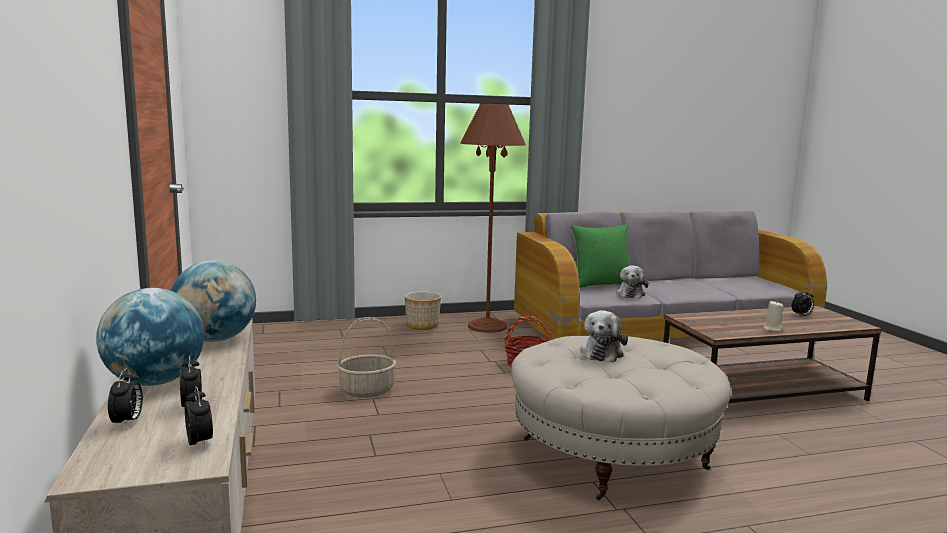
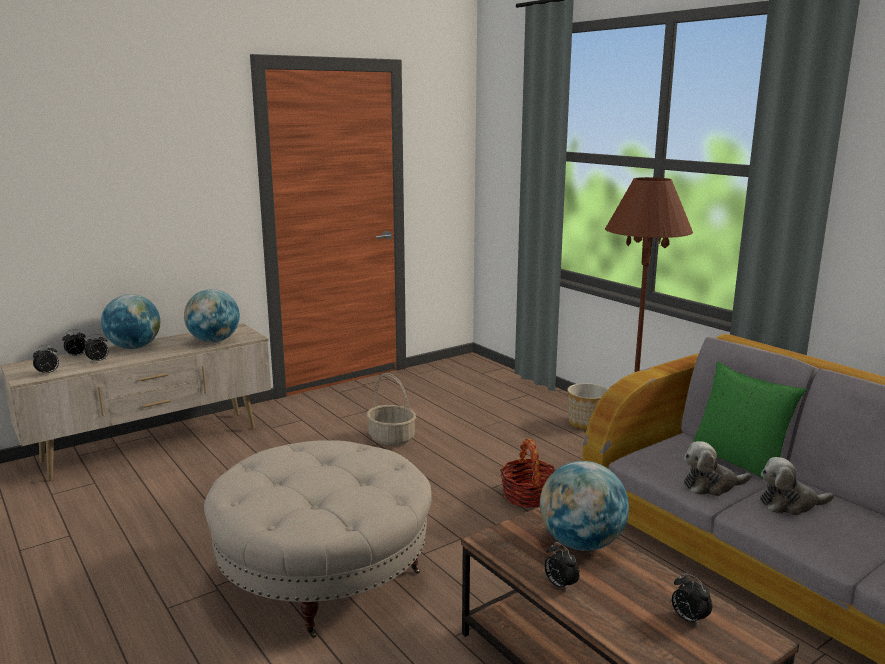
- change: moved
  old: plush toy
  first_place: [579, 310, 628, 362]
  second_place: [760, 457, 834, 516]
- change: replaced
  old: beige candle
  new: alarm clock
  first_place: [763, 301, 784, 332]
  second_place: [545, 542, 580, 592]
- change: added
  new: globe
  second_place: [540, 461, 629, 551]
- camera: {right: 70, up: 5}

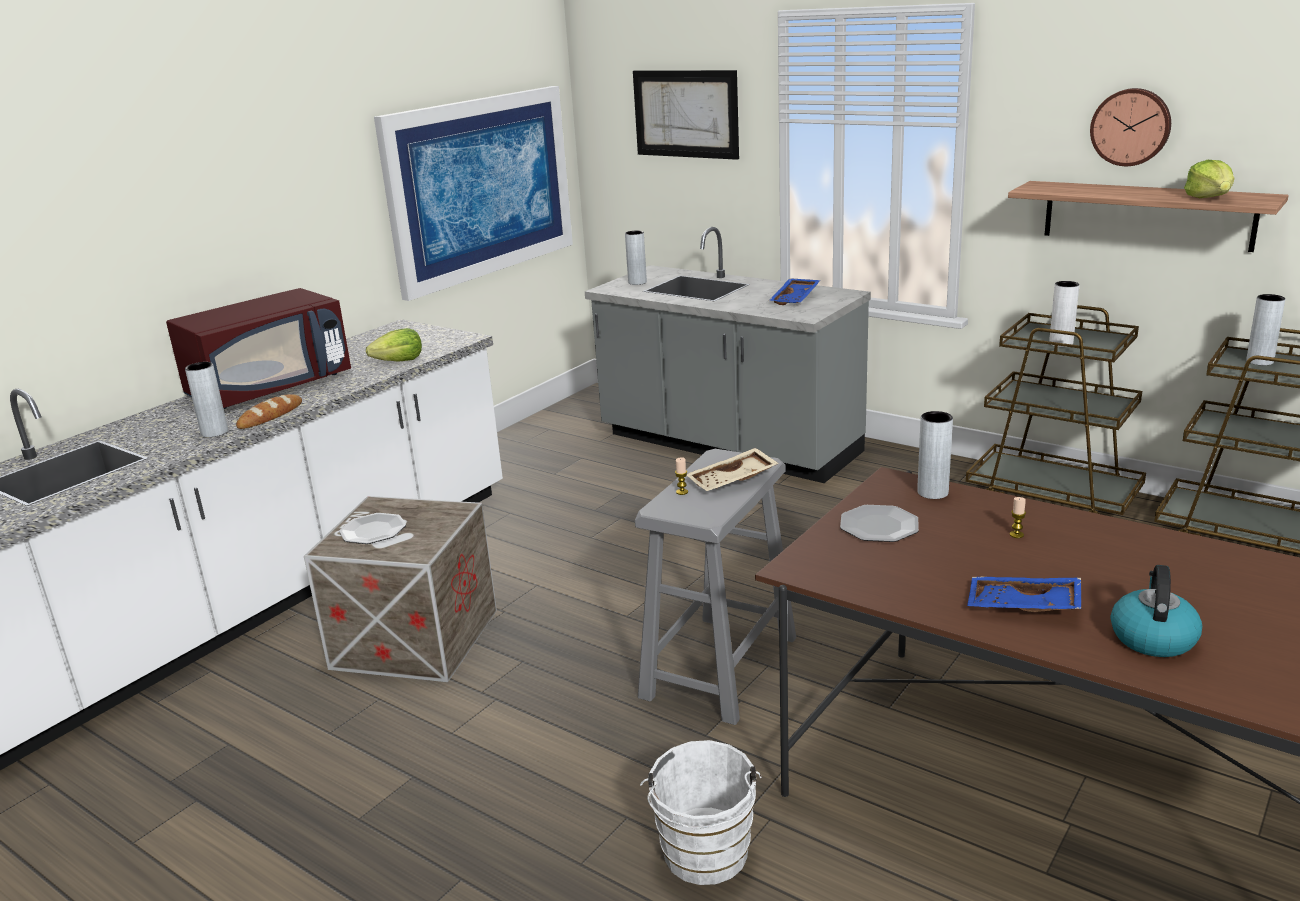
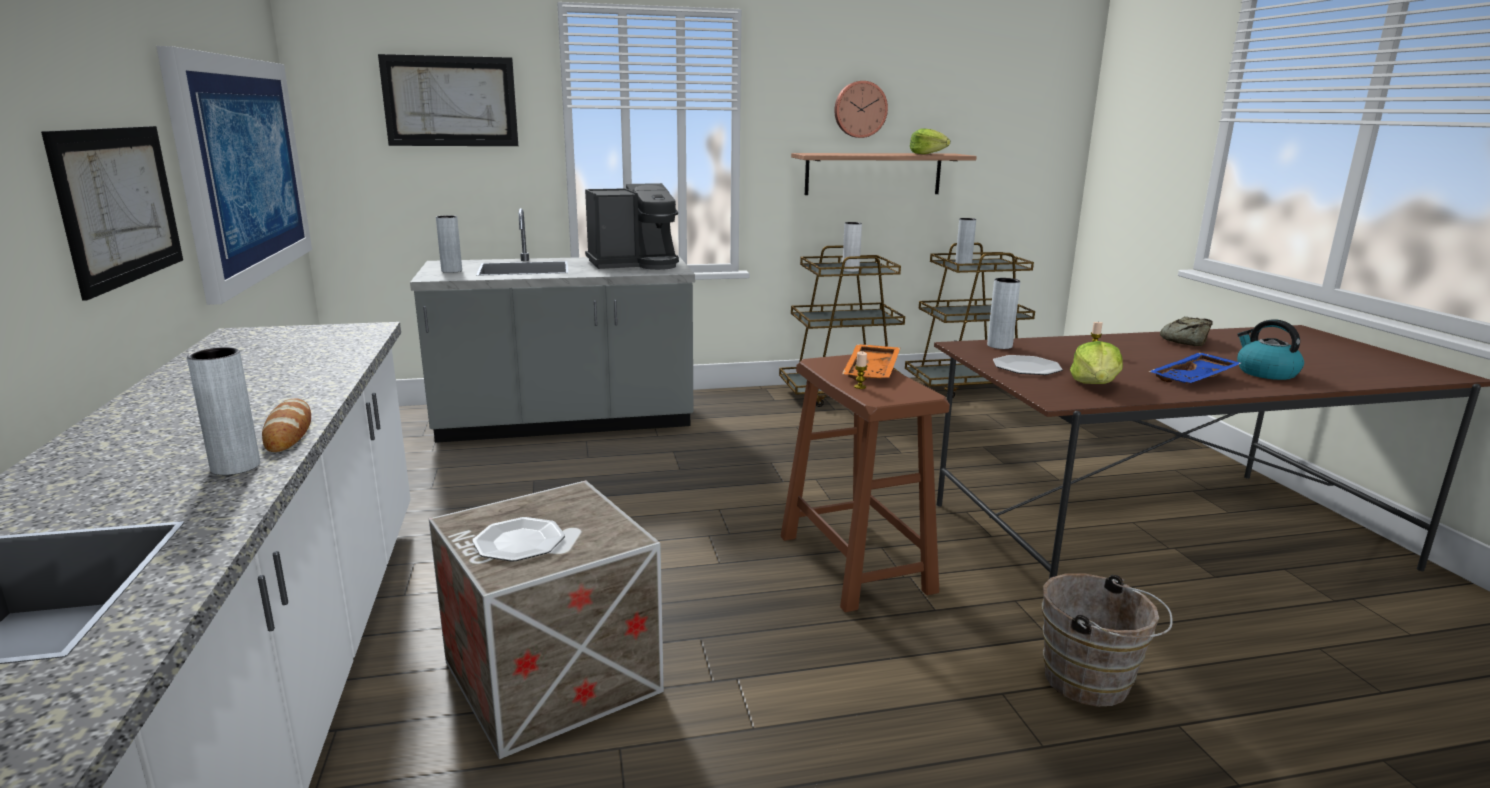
- change: removed
  old: red microwave
  first_place: [166, 288, 351, 409]
- change: moved
  old: lettuce
  first_place: [366, 328, 422, 362]
  second_place: [1070, 341, 1123, 384]
- change: recoloured
  old: grey stool
  new: brown stool
  first_place: [635, 449, 796, 725]
  second_place: [780, 354, 950, 613]
- change: recoloured
  old: white bucket
  new: brown bucket
  first_place: [640, 740, 762, 885]
  second_place: [1042, 573, 1173, 706]
- change: recoloured
  old: beige tray
  new: orange tray
  first_place: [687, 448, 779, 491]
  second_place: [842, 344, 900, 380]
- change: replaced
  old: blue tray
  new: coffee machine
  first_place: [769, 278, 820, 305]
  second_place: [585, 183, 679, 270]
- change: added
  new: picture
  second_place: [41, 126, 183, 301]
- change: added
  new: bread
  second_place: [1160, 316, 1213, 346]
- camera: {right: -50, up: -5}

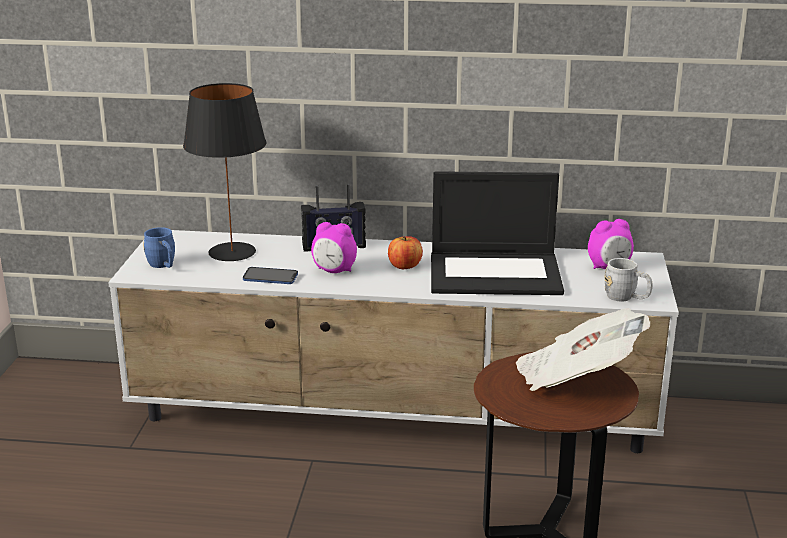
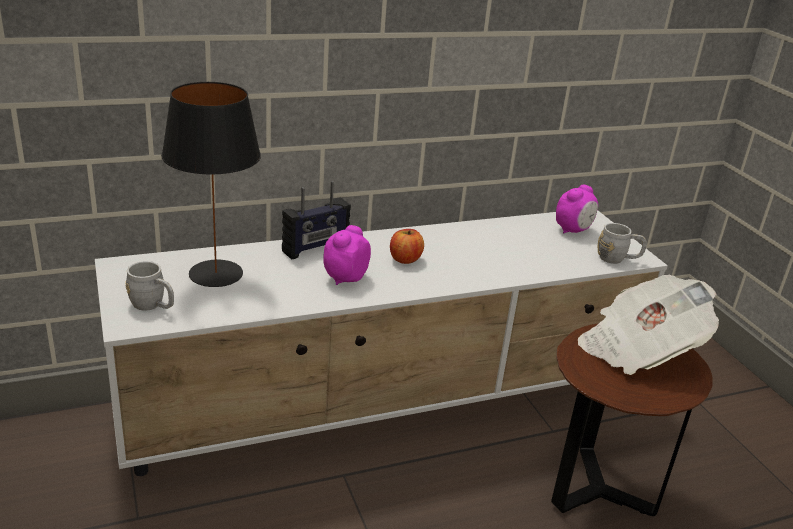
- change: recoloured
  old: blue mug
  new: grey mug
  first_place: [143, 227, 175, 268]
  second_place: [125, 261, 174, 311]
- change: removed
  old: phone
  first_place: [243, 267, 298, 284]
- change: turned
  old: alarm clock
  first_place: [311, 222, 357, 273]
  second_place: [323, 225, 371, 285]
  degrees: 135
- change: removed
  old: laptop
  first_place: [431, 171, 564, 295]
- camera: {right: -30, up: 5}

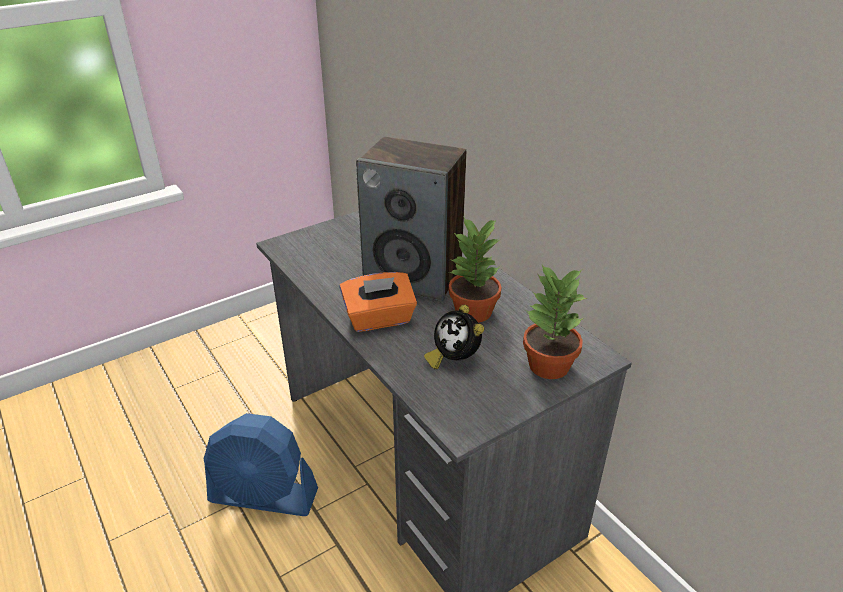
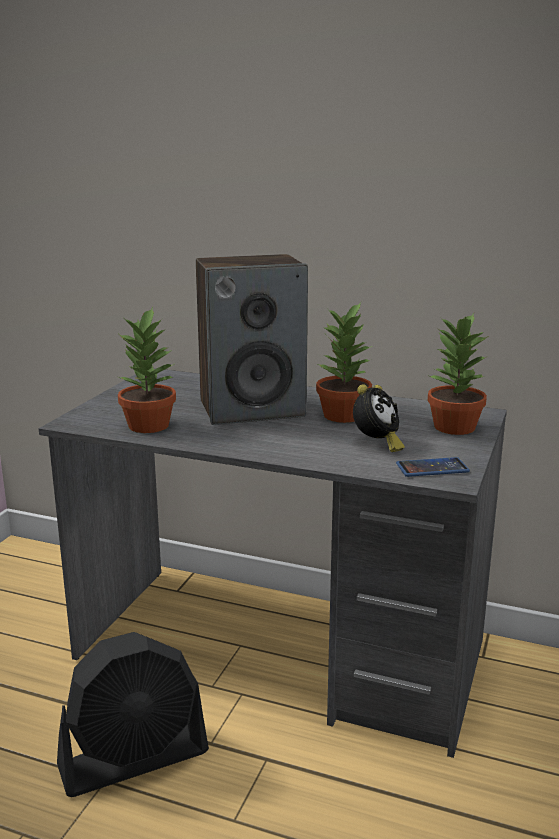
- change: recoloured
  old: blue fan
  new: black fan
  first_place: [204, 413, 318, 516]
  second_place: [57, 632, 209, 797]
- change: removed
  old: orange tissue box
  first_place: [340, 272, 417, 332]
- change: turned
  old: alarm clock
  first_place: [424, 305, 484, 369]
  second_place: [353, 384, 405, 452]
  degrees: -75
- change: added
  new: potted plant
  second_place: [118, 307, 176, 433]
- change: added
  new: phone
  second_place: [396, 457, 470, 477]
- camera: {right: -35, up: -15}

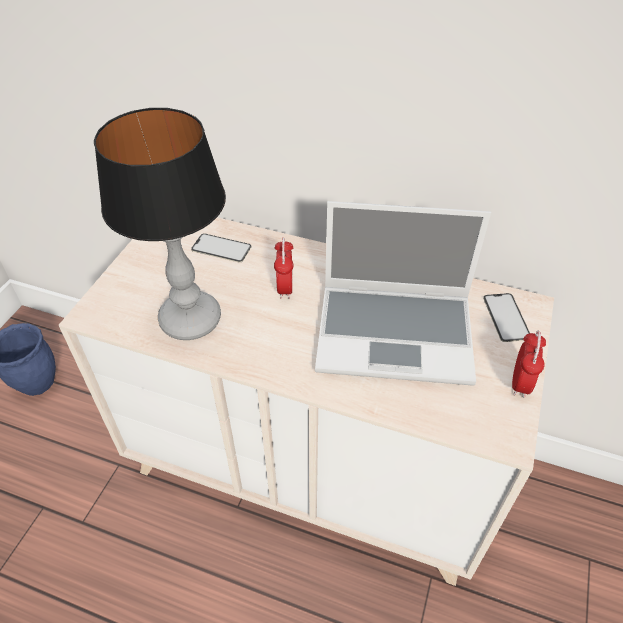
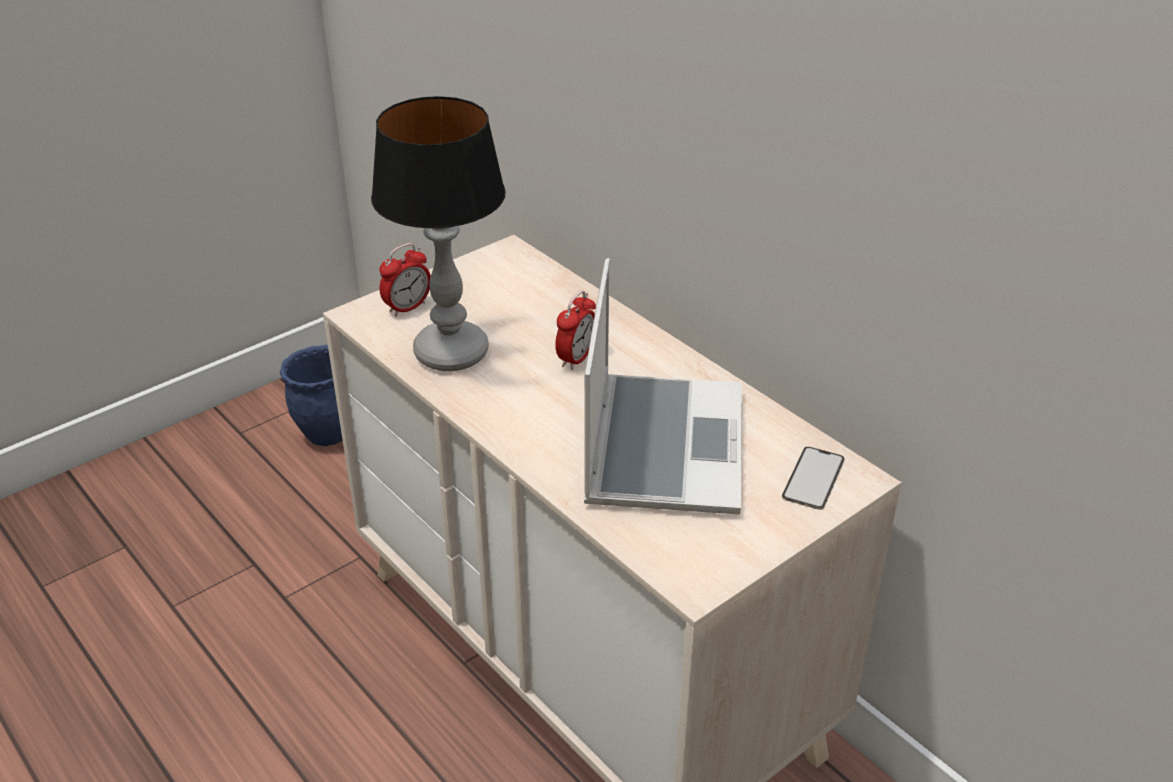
- change: removed
  old: phone
  first_place: [191, 233, 252, 263]
- change: turned
  old: laptop
  first_place: [315, 201, 491, 386]
  second_place: [584, 258, 742, 515]
  degrees: -120
- change: moved
  old: alarm clock
  first_place: [512, 330, 546, 398]
  second_place: [379, 243, 431, 317]
- camera: {right: 30, up: -10}

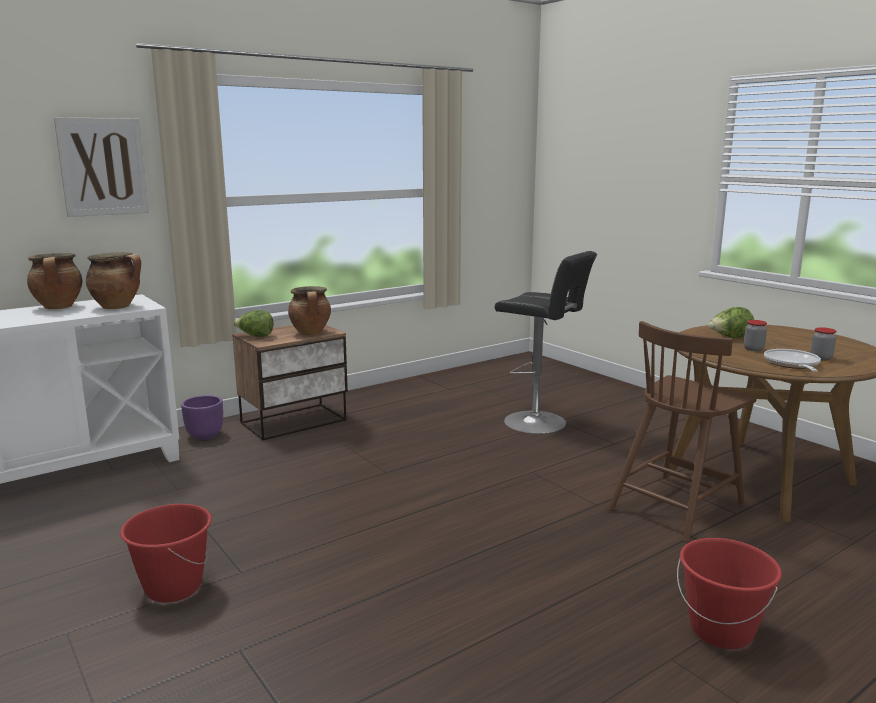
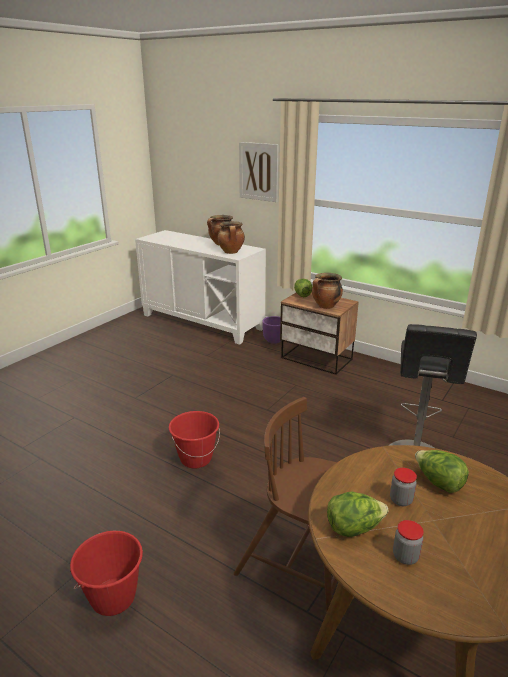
- change: moved
  old: red bucket
  first_place: [120, 504, 212, 603]
  second_place: [169, 411, 220, 468]
- change: replaced
  old: frying pan
  new: lettuce
  first_place: [764, 349, 821, 372]
  second_place: [327, 492, 388, 537]
- camera: {right: 70, up: 10}

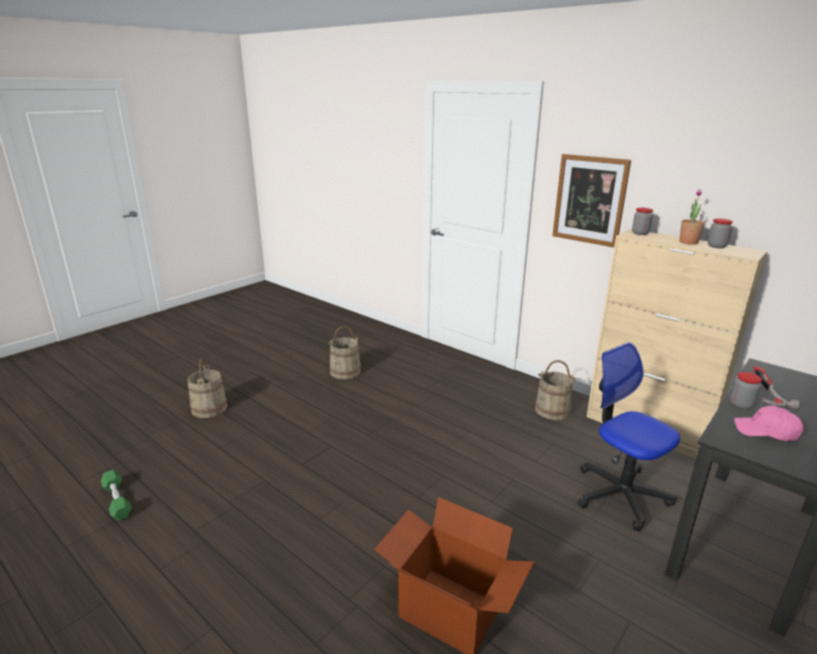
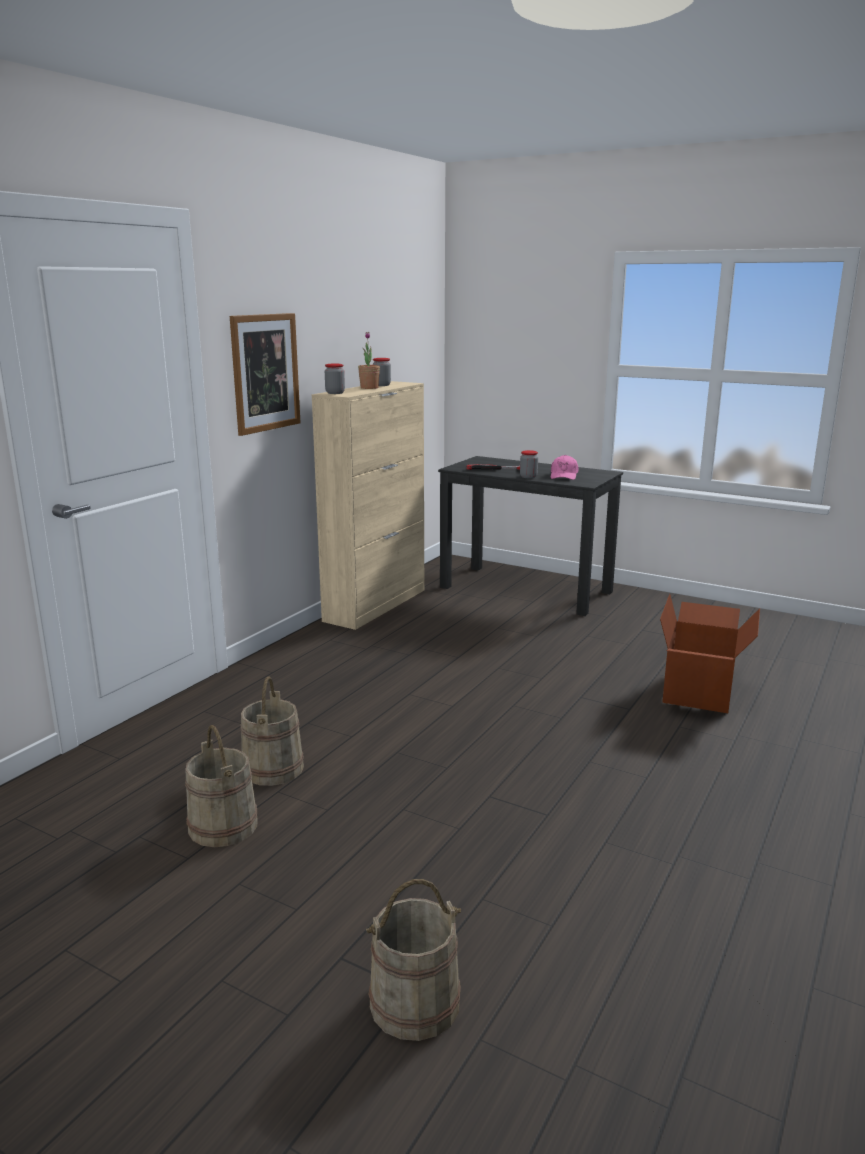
- change: removed
  old: green dumbbell
  first_place: [101, 470, 132, 521]
- change: moved
  old: beige bucket
  first_place: [535, 360, 576, 420]
  second_place: [240, 677, 304, 786]
- change: removed
  old: office chair
  first_place: [577, 342, 680, 531]
- camera: {right: -100, up: -5}

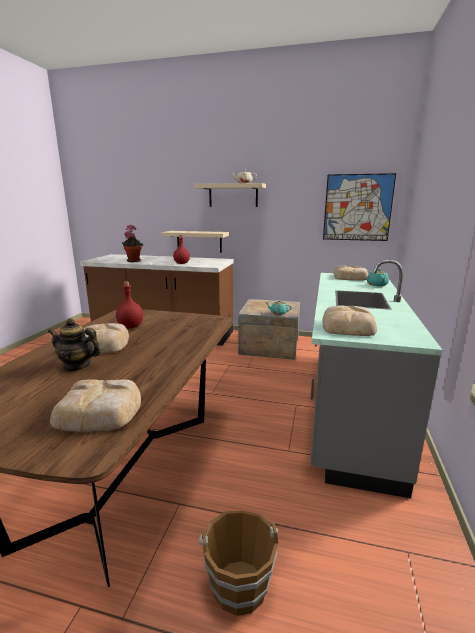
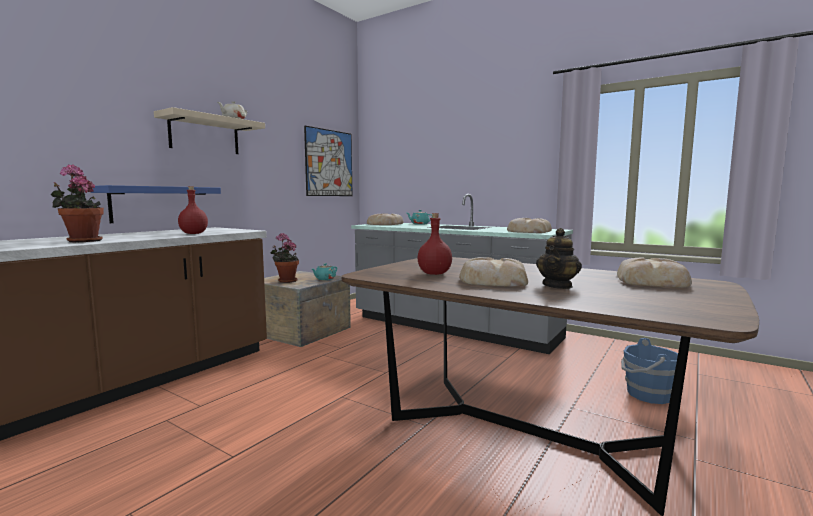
- change: recoloured
  old: beige shelf
  new: blue shelf
  first_place: [161, 231, 229, 253]
  second_place: [91, 185, 221, 223]
- change: recoloured
  old: brown bucket
  new: blue bucket
  first_place: [198, 511, 278, 616]
  second_place: [621, 338, 678, 404]
- change: added
  new: potted plant
  second_place: [271, 233, 299, 283]
- camera: {right: -70, up: -10}

